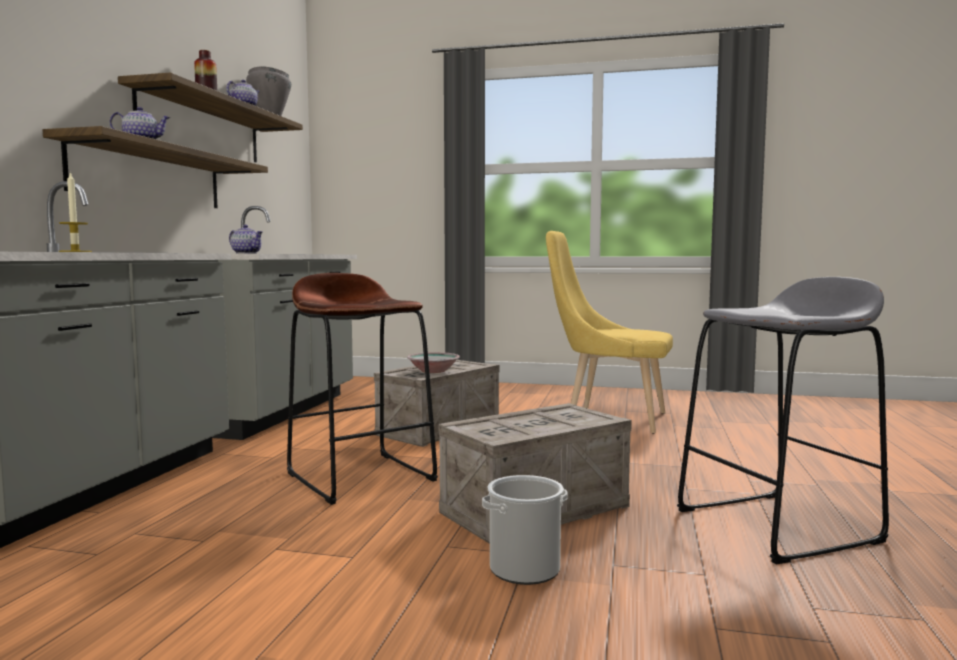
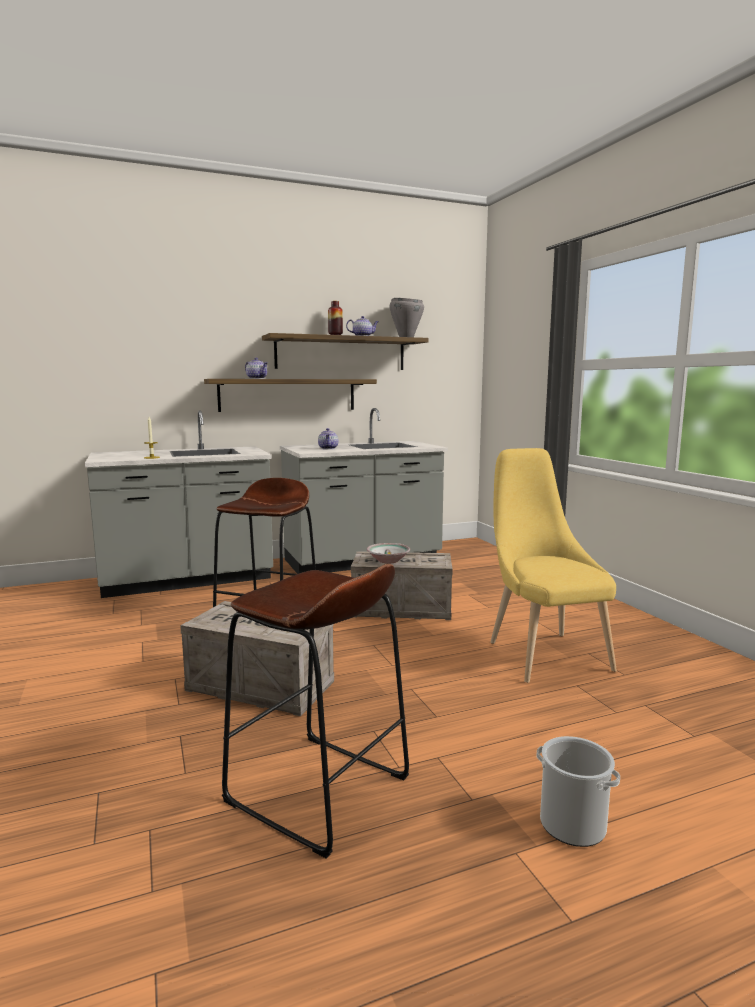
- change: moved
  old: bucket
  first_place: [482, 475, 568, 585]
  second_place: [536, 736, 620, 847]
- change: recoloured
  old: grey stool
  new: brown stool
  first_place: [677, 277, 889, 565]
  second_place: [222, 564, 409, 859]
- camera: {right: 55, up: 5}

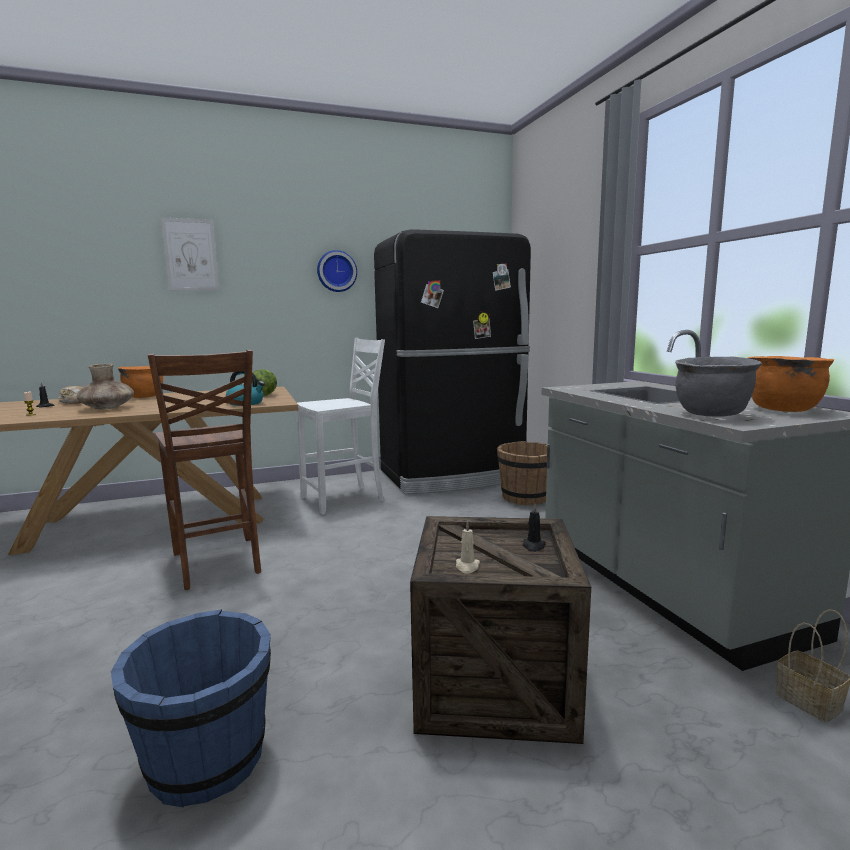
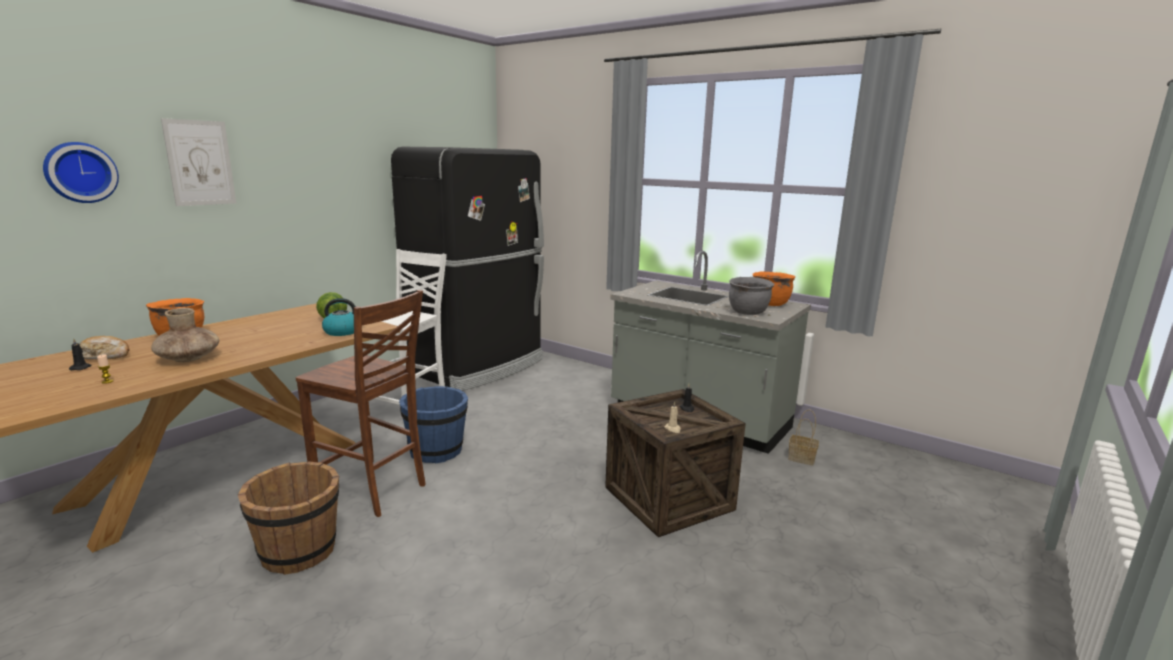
- change: moved
  old: blue bucket
  first_place: [111, 609, 271, 807]
  second_place: [399, 386, 468, 464]
- change: moved
  old: wall clock
  first_place: [317, 250, 357, 292]
  second_place: [43, 142, 119, 203]
- change: moved
  old: brown bucket
  first_place: [497, 441, 547, 505]
  second_place: [238, 461, 339, 575]
- camera: {right: -35, up: 5}

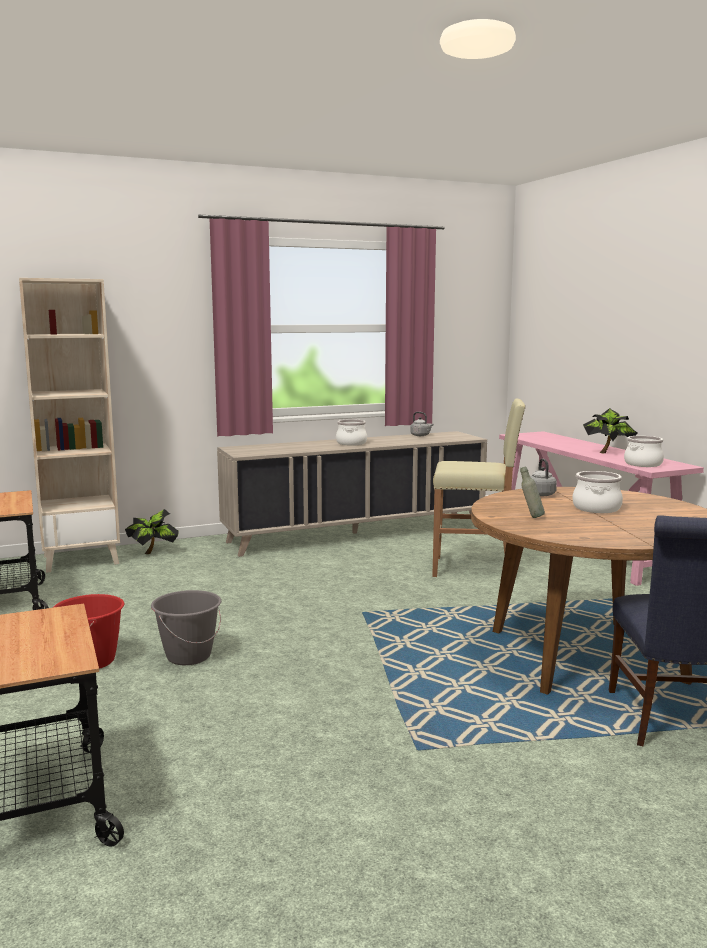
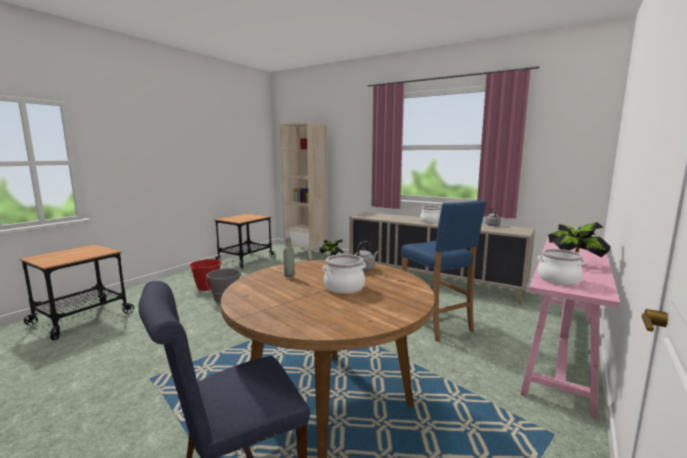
- change: recoloured
  old: beige stool
  new: blue stool
  first_place: [432, 398, 525, 577]
  second_place: [401, 200, 487, 342]
- camera: {right: 55, up: 0}

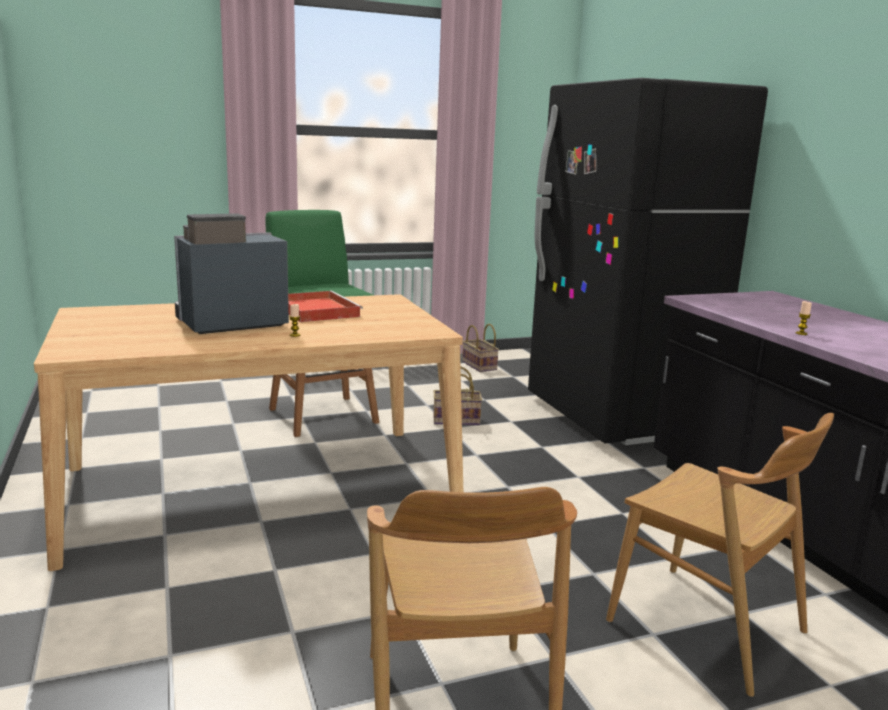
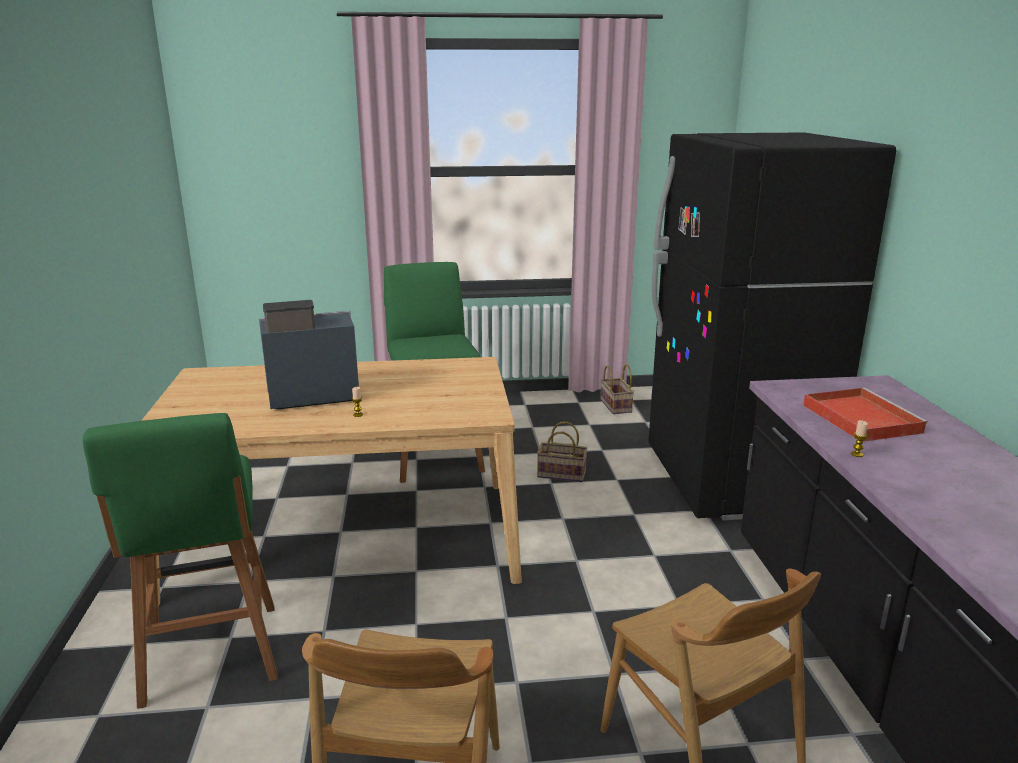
- change: moved
  old: red tray
  first_place: [288, 291, 363, 322]
  second_place: [803, 387, 929, 442]
- change: added
  new: green stool
  second_place: [83, 413, 278, 709]
- camera: {right: 15, up: 5}

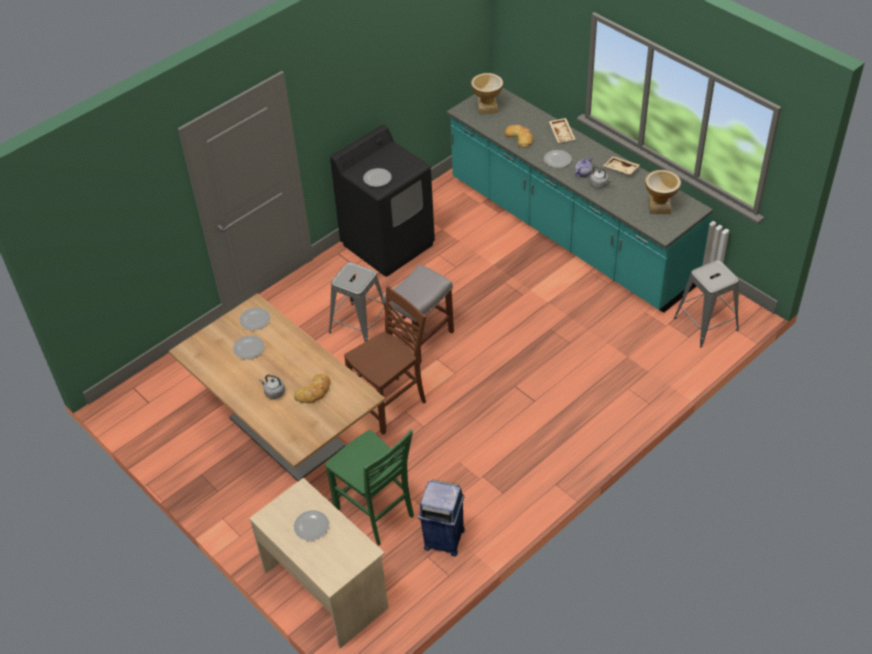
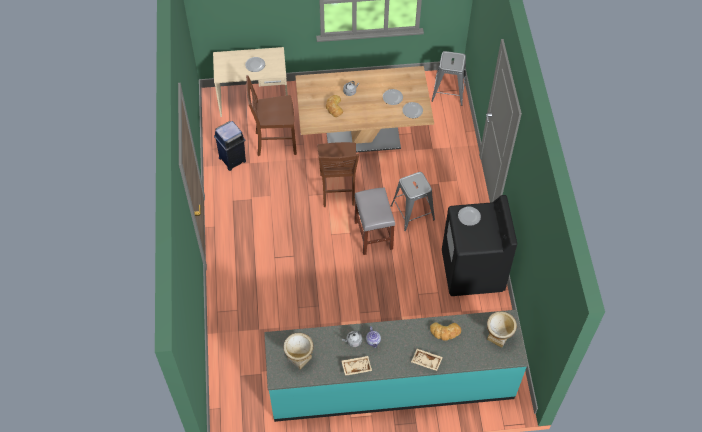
- change: recoloured
  old: green chair
  new: brown chair
  first_place: [325, 429, 414, 546]
  second_place: [246, 75, 297, 156]
- change: removed
  old: plate
  first_place: [544, 150, 572, 168]
- change: moved
  old: grey stool
  first_place: [674, 260, 739, 348]
  second_place: [431, 51, 466, 106]
- camera: {right: 125, up: 10}

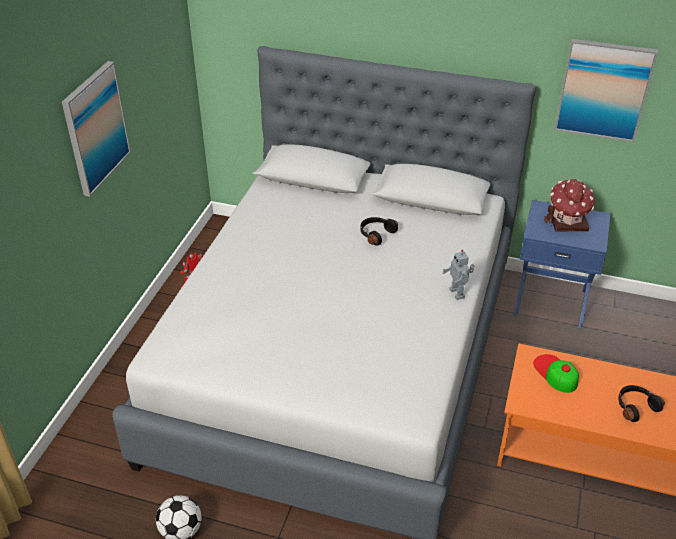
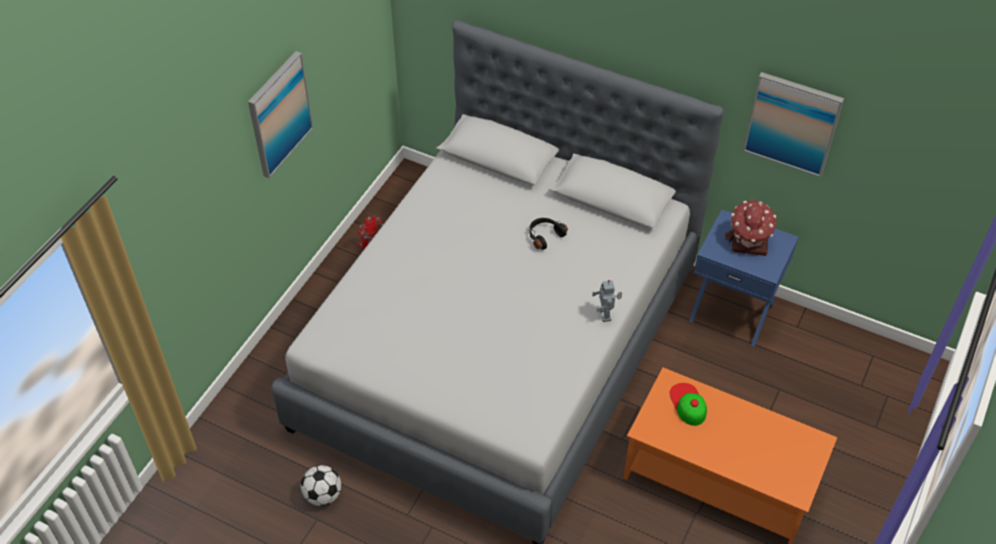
- change: removed
  old: black headphones
  first_place: [618, 385, 665, 422]
- camera: {right: 10, up: 10}

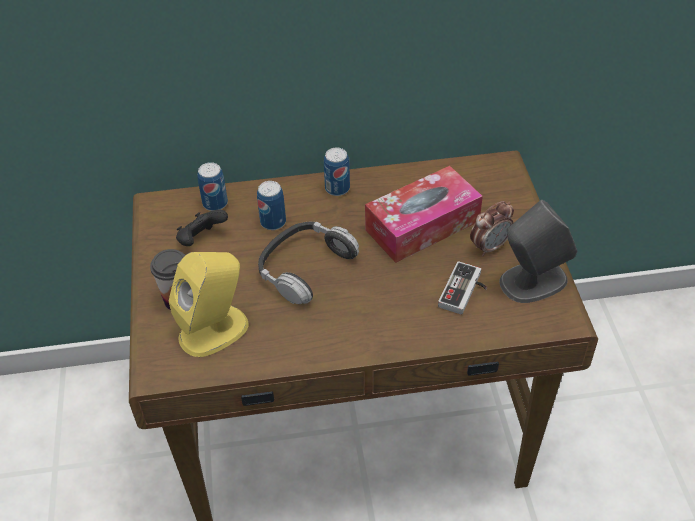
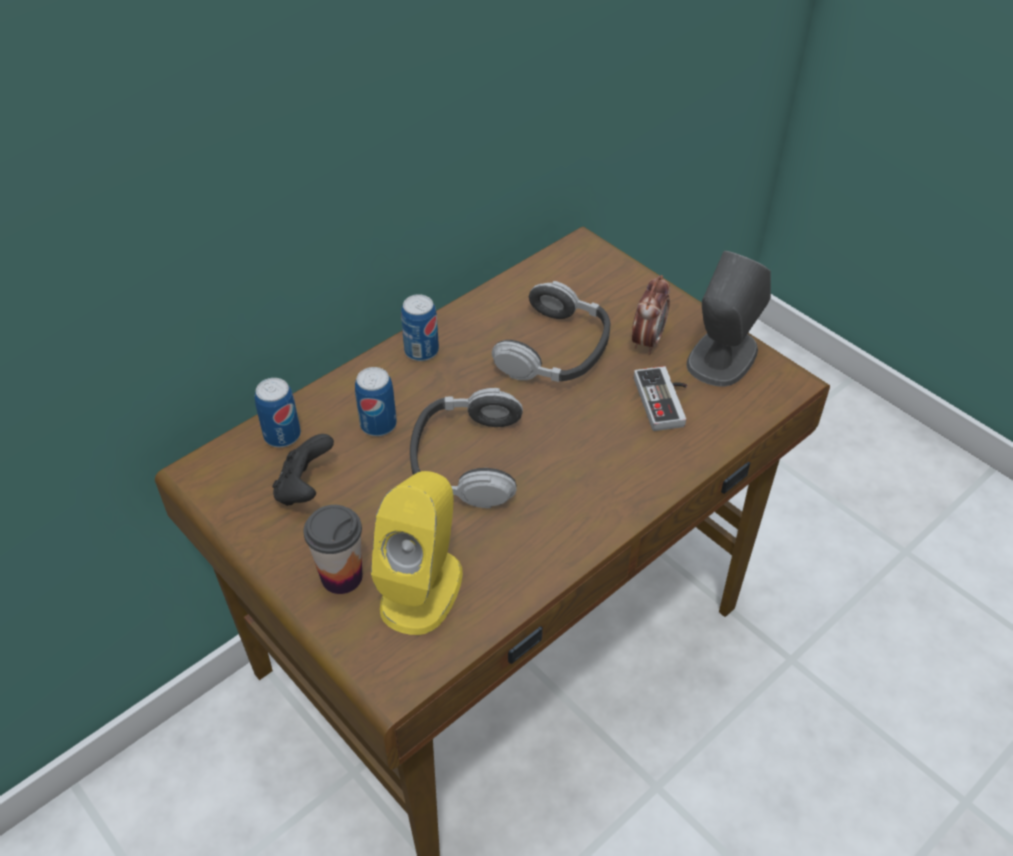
- change: replaced
  old: tissue box
  new: headphones
  first_place: [365, 166, 483, 263]
  second_place: [492, 281, 611, 382]
- camera: {right: -35, up: 0}

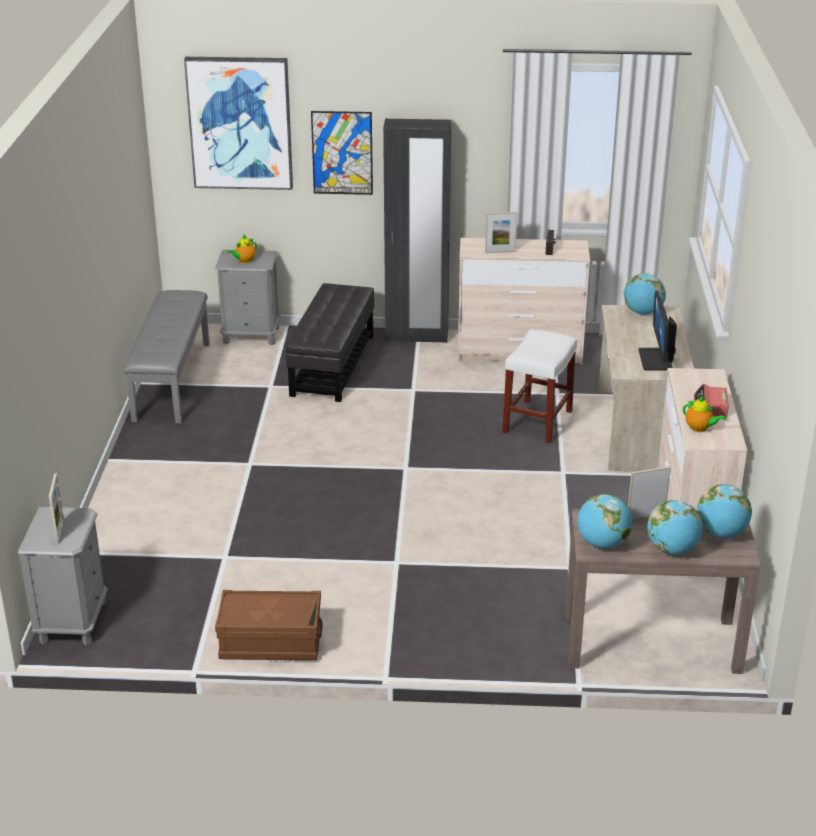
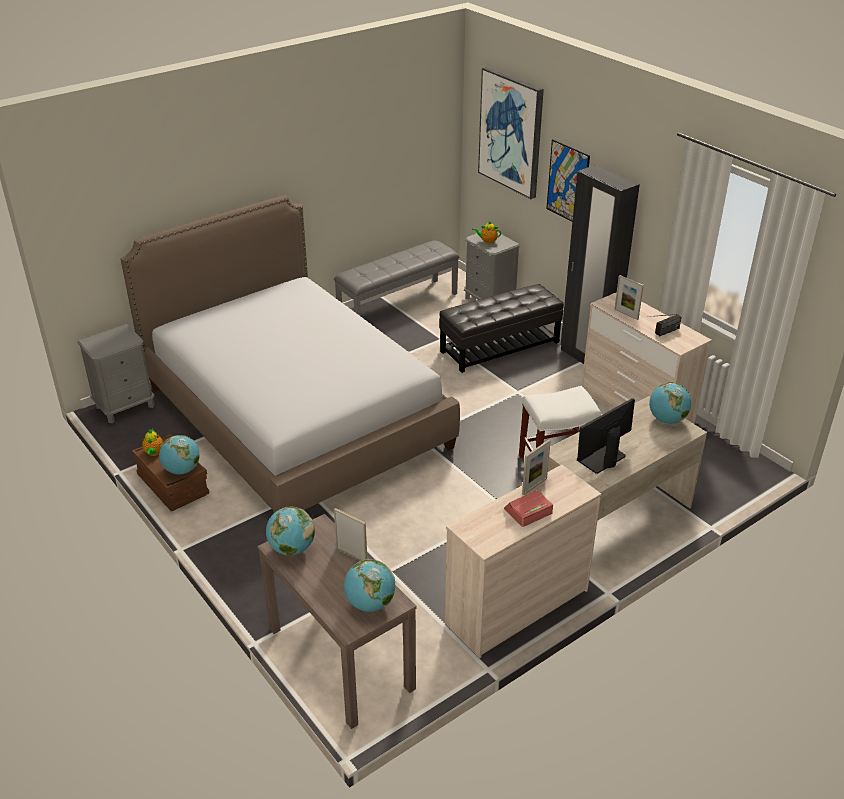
- change: moved
  old: picture frame
  first_place: [49, 473, 64, 544]
  second_place: [522, 440, 551, 495]
- change: moved
  old: globe
  first_place: [647, 500, 703, 555]
  second_place: [159, 435, 200, 474]
- change: moved
  old: teapot
  first_place: [683, 396, 726, 432]
  second_place: [142, 429, 163, 456]
- change: added
  new: bed
  second_place: [121, 195, 460, 513]
- camera: {right: 50, up: 5}

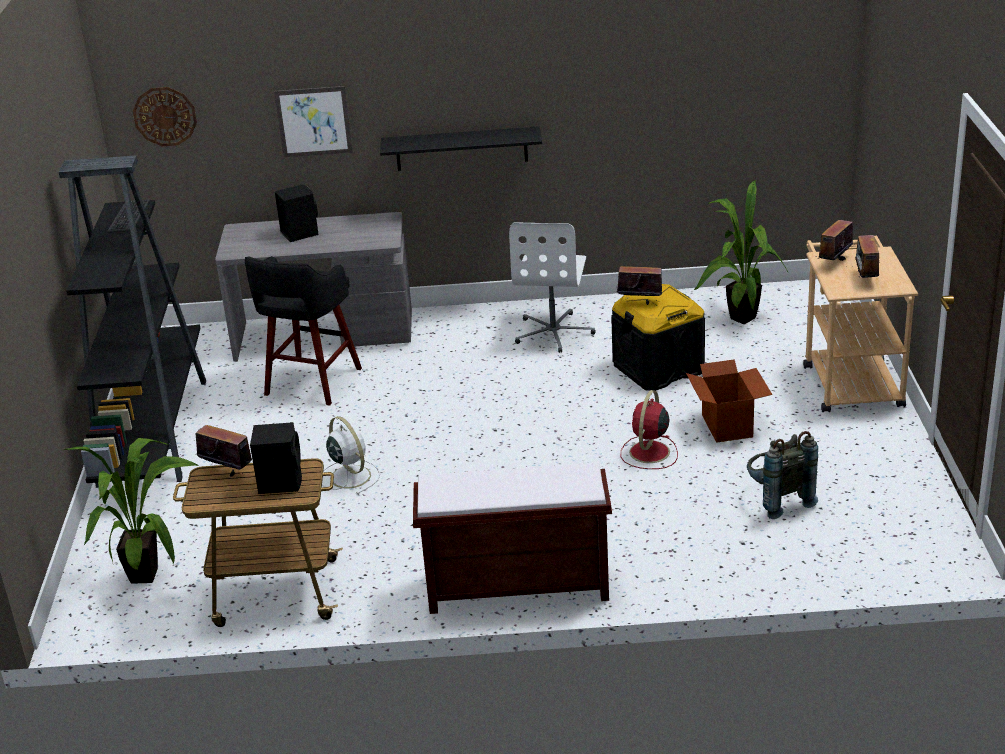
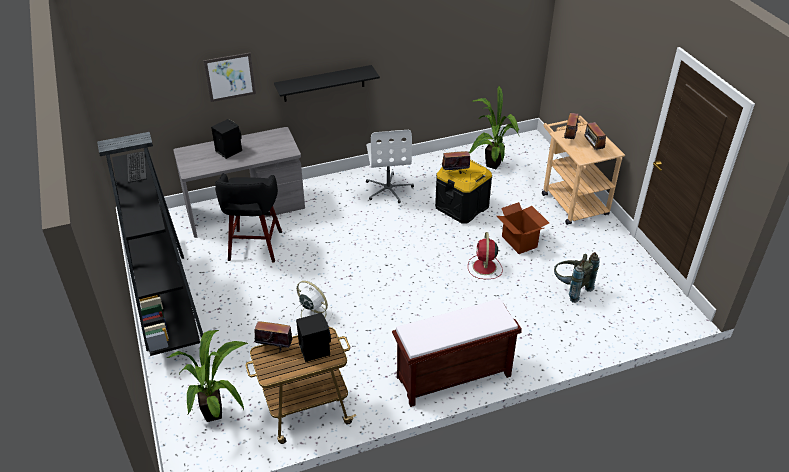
- change: removed
  old: wall clock
  first_place: [133, 87, 197, 146]
- camera: {right: -20, up: 10}

